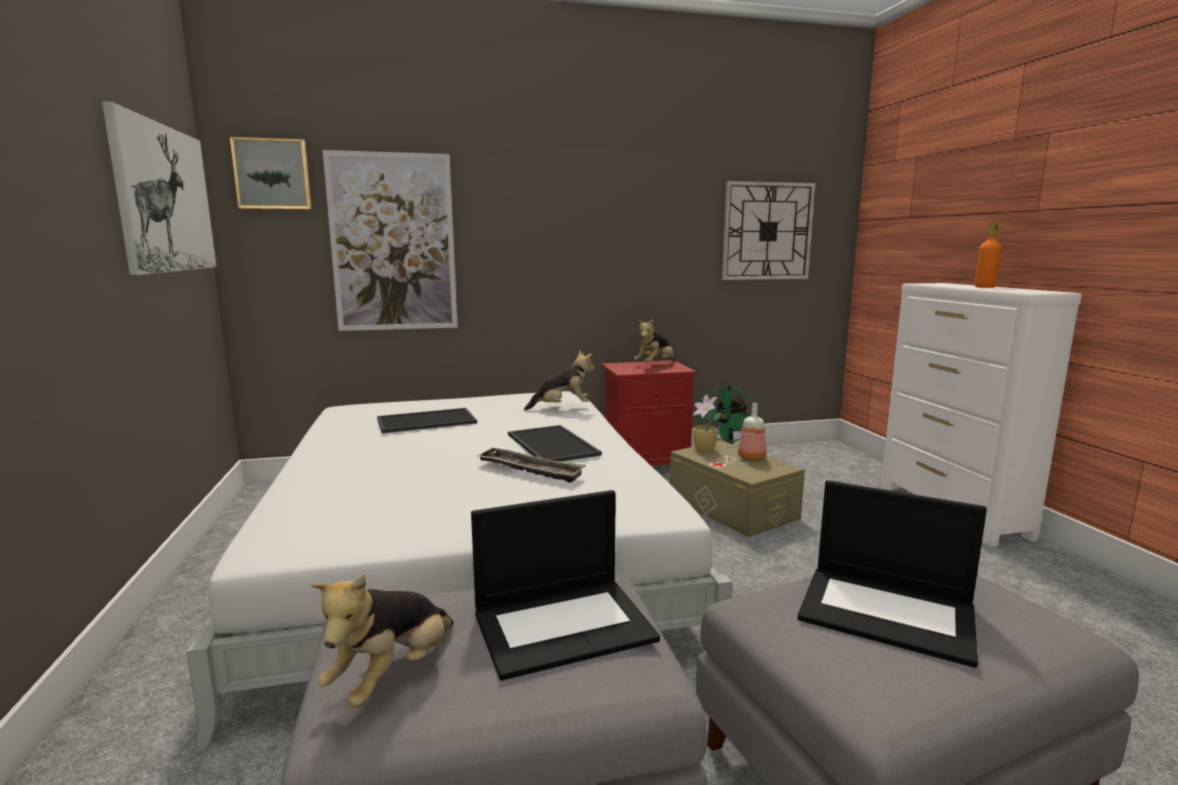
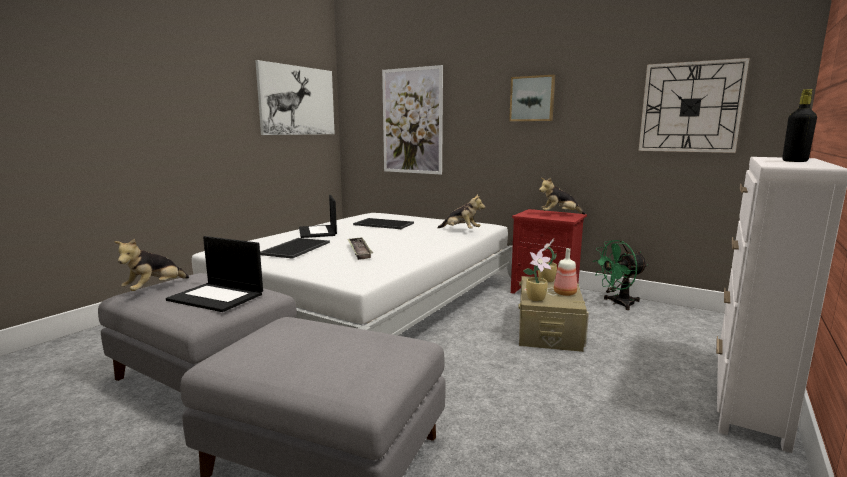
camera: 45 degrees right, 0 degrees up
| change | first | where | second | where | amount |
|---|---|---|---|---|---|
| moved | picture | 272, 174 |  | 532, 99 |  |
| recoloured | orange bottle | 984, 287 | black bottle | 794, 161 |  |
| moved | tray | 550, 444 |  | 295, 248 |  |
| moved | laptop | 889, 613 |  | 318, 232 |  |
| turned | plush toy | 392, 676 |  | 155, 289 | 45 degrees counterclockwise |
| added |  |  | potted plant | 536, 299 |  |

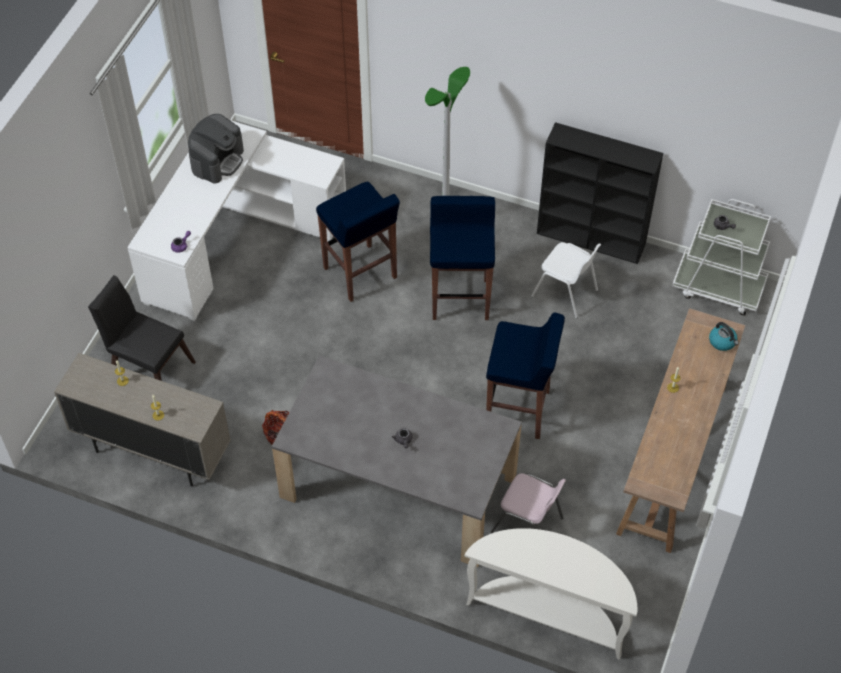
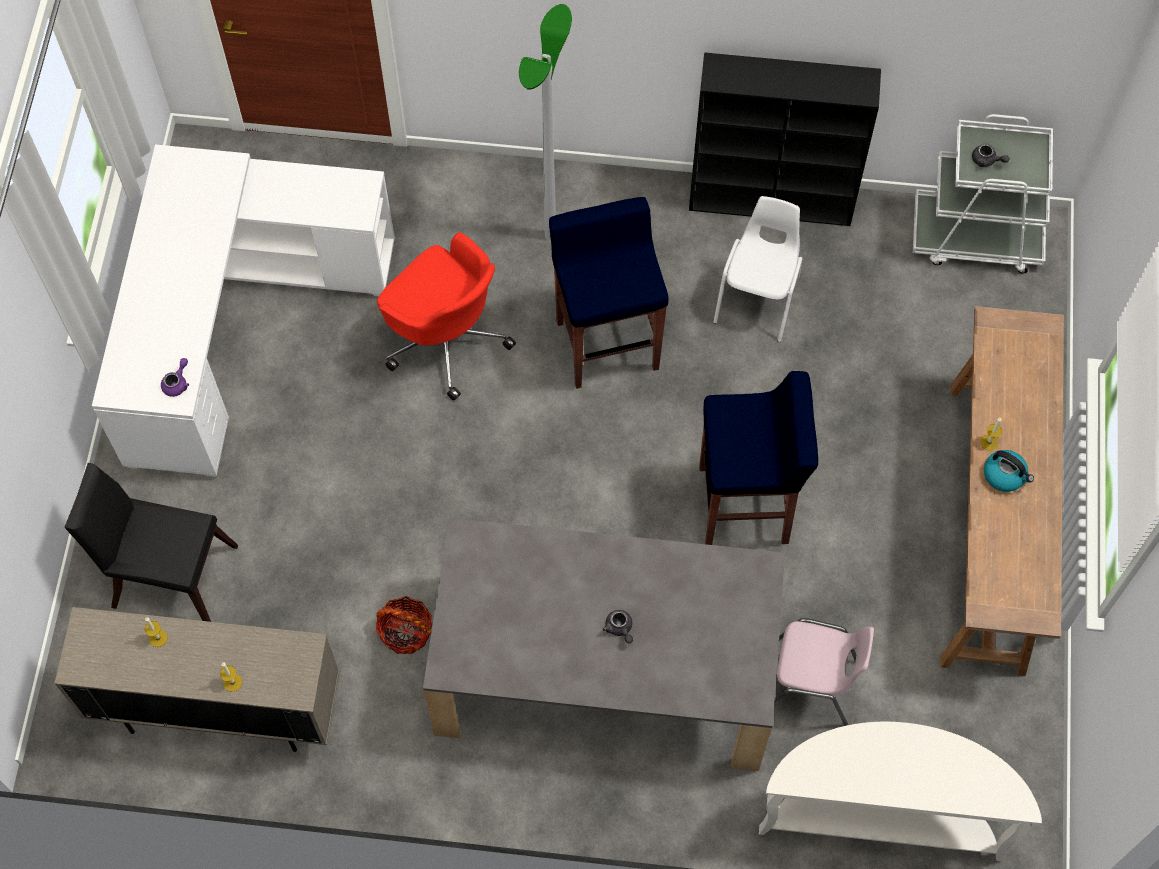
camera: 15 degrees left, 10 degrees up
| change | first | where | second | where | amount |
|---|---|---|---|---|---|
| removed | coffee machine | 217, 160 |  |  |  |
| replaced | blue stool | 360, 274 | red office chair | 445, 338 |  |
| turned | white chair | 565, 293 |  | 758, 299 | 90 degrees counterclockwise |
| moved | kettle | 722, 342 |  | 1005, 475 |  |

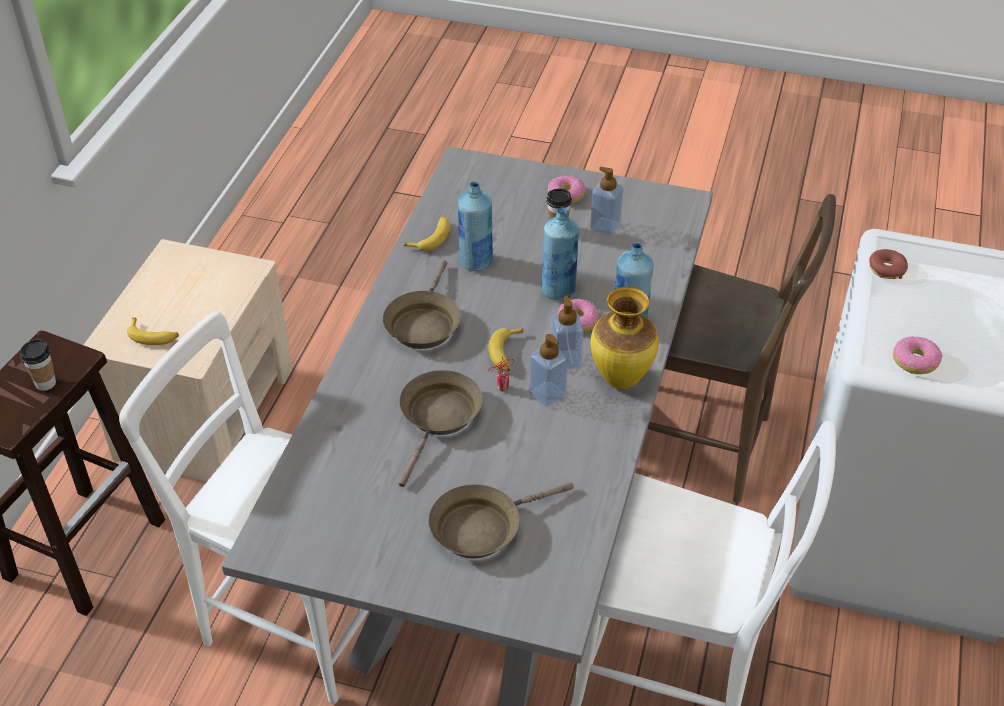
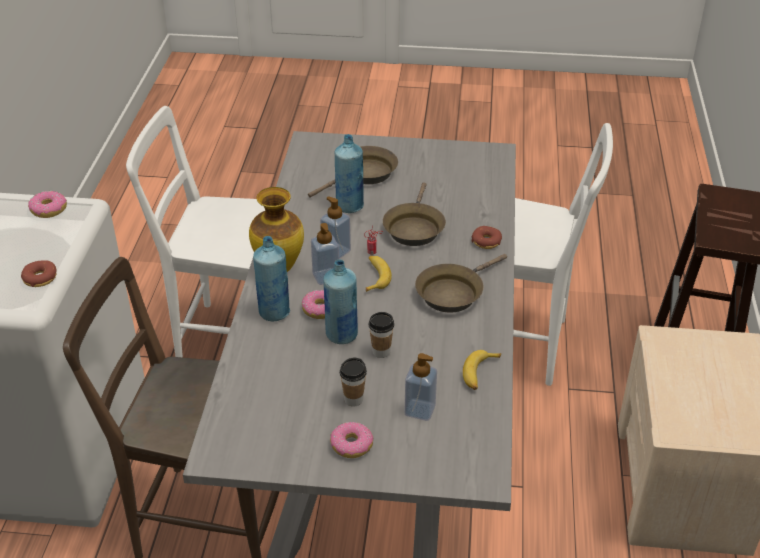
camera: 170 degrees right, 5 degrees down
| change | first | where | second | where | amount |
|---|---|---|---|---|---|
| moved | soap dispenser | 605, 227 |  | 420, 410 |  |
| moved | blue bottle | 475, 262 |  | 350, 206 |  |
| turned | brown frying pan | 423, 323 |  | 453, 292 | 135 degrees counterclockwise |
| removed | banana | 153, 336 |  |  |  |
| moved | cup | 45, 383 |  | 381, 352 |  |
| added |  |  | donut | 486, 241 |  |

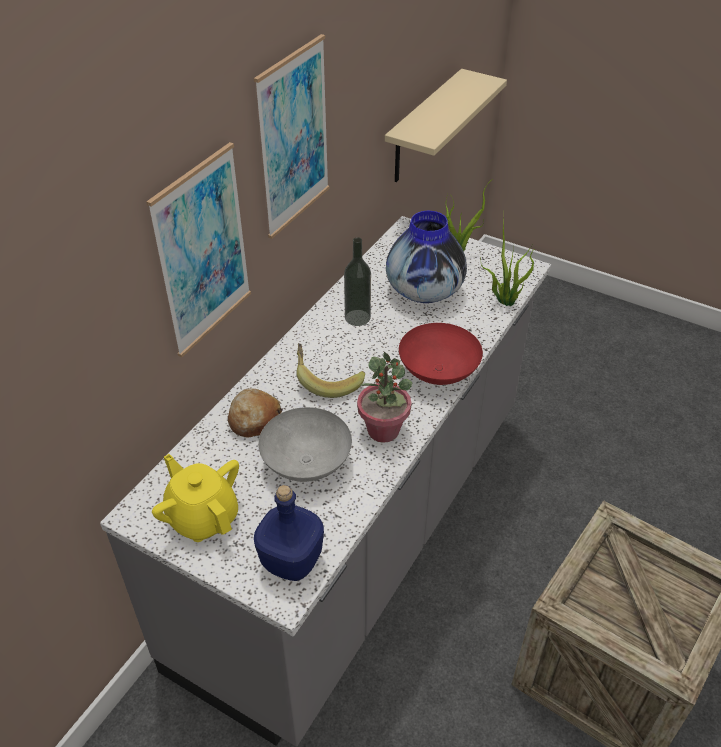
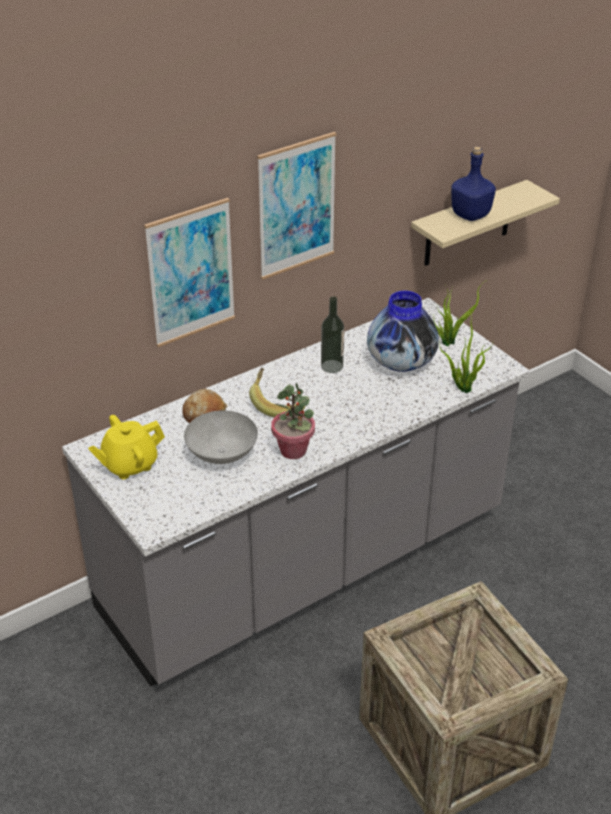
camera: 25 degrees right, 5 degrees down
| change | first | where | second | where | amount |
|---|---|---|---|---|---|
| removed | red bowl | 437, 372 |  |  |  |
| turned | yellow teapot | 203, 517 |  | 129, 464 | 105 degrees counterclockwise |
| moved | blue bottle | 292, 560 |  | 471, 214 |  |

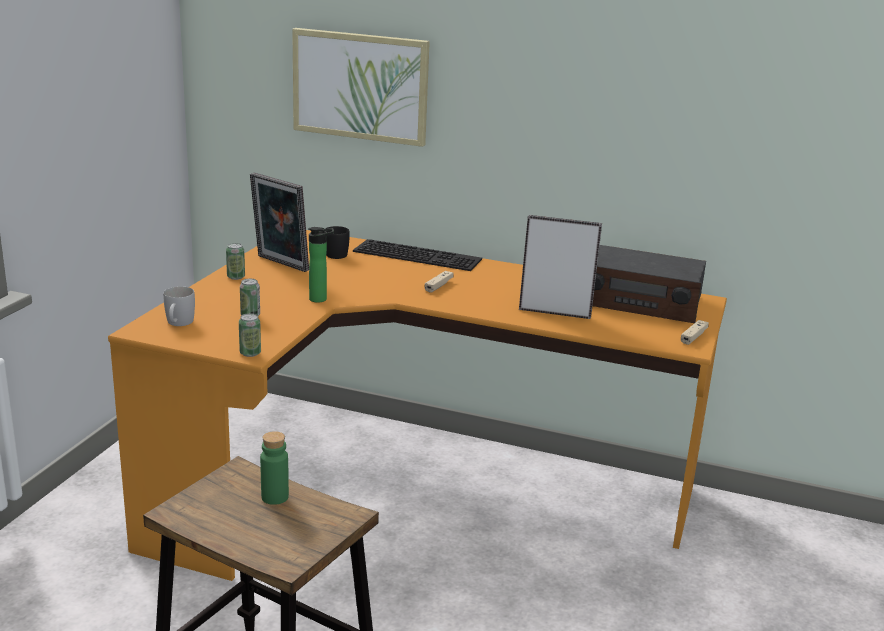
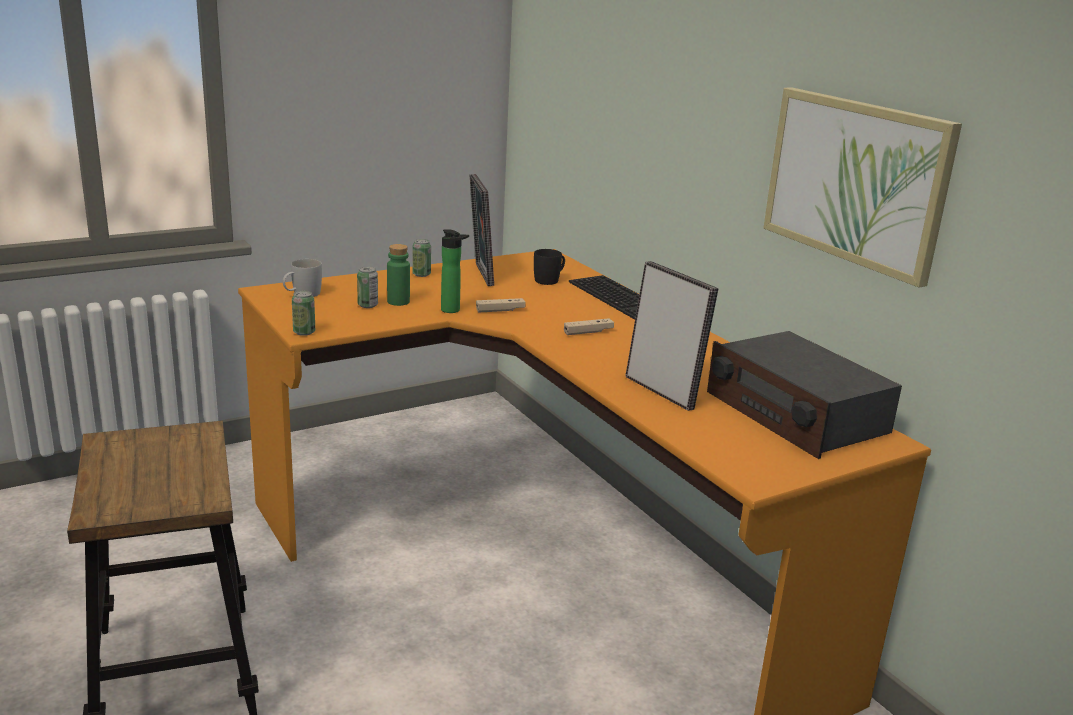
camera: 40 degrees right, 0 degrees up
| change | first | where | second | where | amount |
|---|---|---|---|---|---|
| moved | picture | 360, 86 |  | 856, 181 |  |
| moved | beige game controller | 693, 337 |  | 500, 310 |  |
| moved | green bottle | 275, 497 |  | 398, 302 |  |

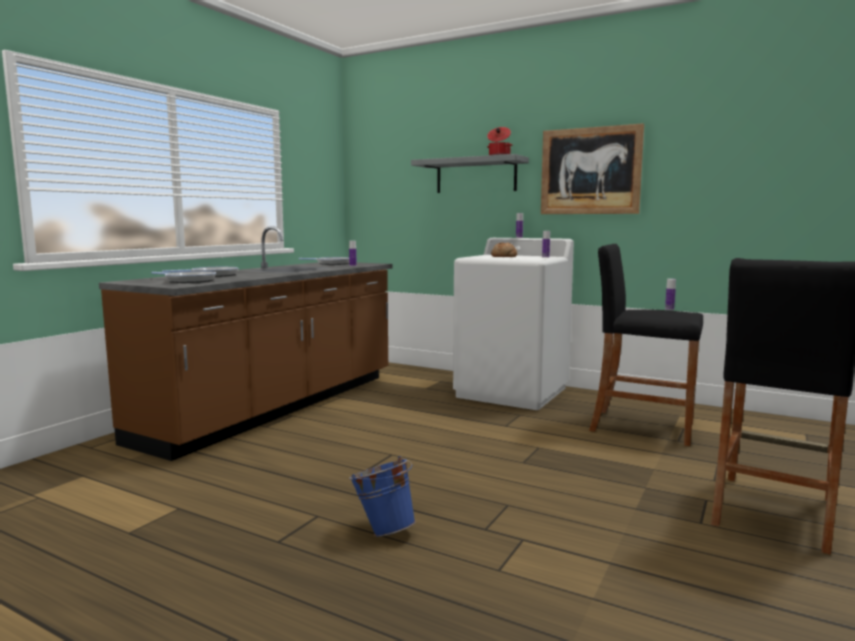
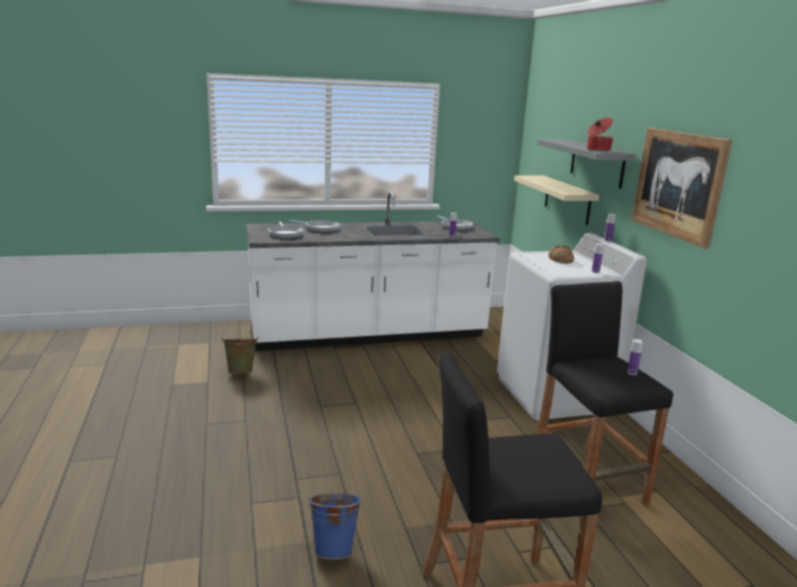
camera: 45 degrees right, 10 degrees up
| change | first | where | second | where | amount |
|---|---|---|---|---|---|
| recoloured | brown counter | 277, 407 | white counter | 368, 335 |  |
| moved | blue bucket | 383, 530 |  | 334, 548 |  |
| added |  |  | beige shelf | 567, 199 |  |
| added |  |  | green bucket | 241, 372 |  |

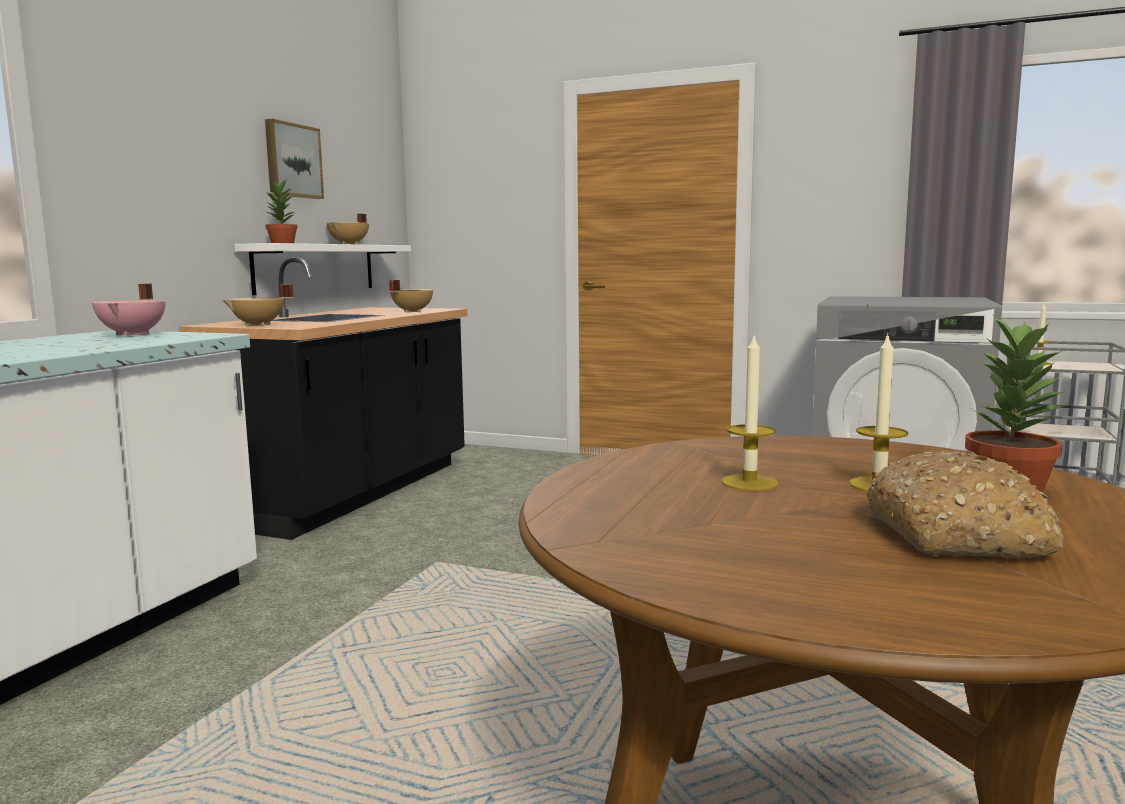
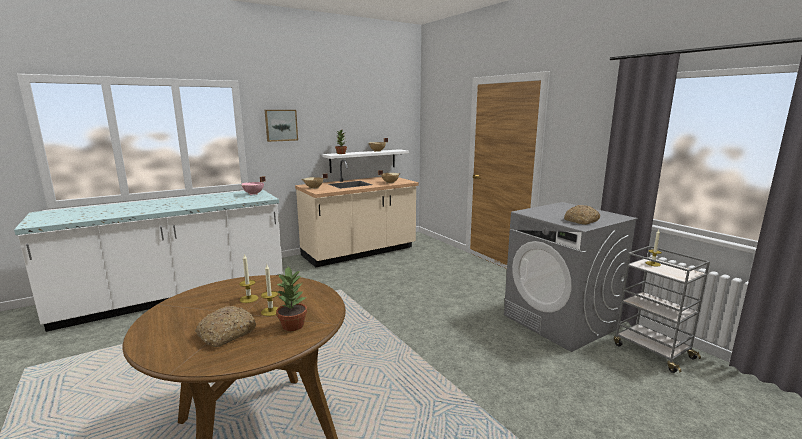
camera: 35 degrees right, 5 degrees up
| change | first | where | second | where | amount |
|---|---|---|---|---|---|
| moved | picture | 292, 161 |  | 281, 125 |  |
| recoloured | black counter | 351, 492 | beige counter | 359, 252 |  |
| added |  |  | bread | 581, 221 |  |

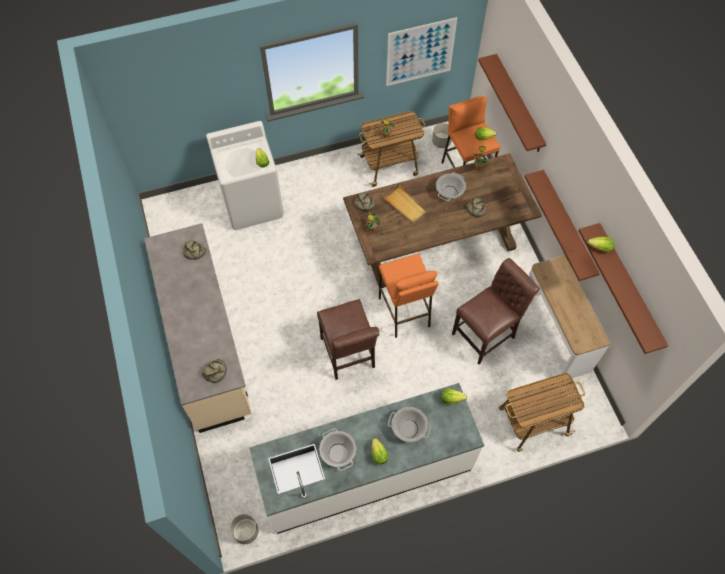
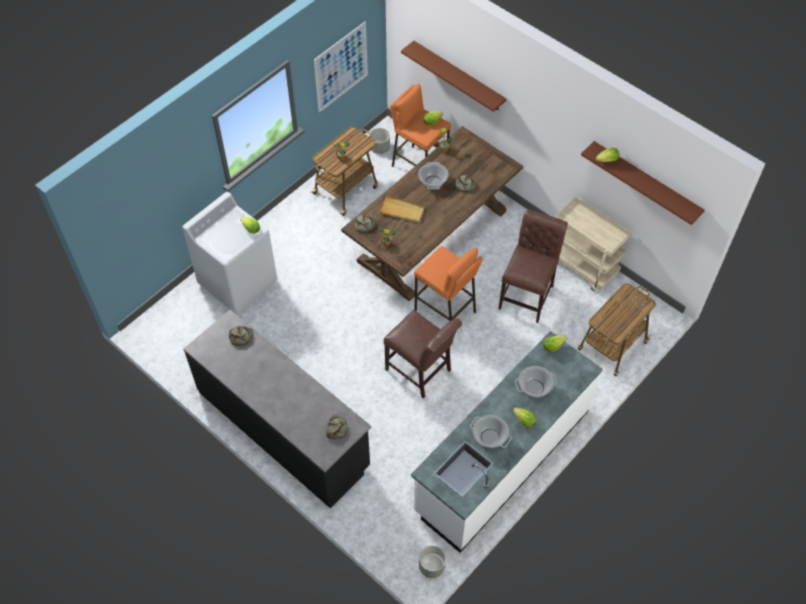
camera: 30 degrees left, 5 degrees down
| change | first | where | second | where | amount |
|---|---|---|---|---|---|
| removed | brown shelf | 568, 225 |  |  |  |
| recoloured | beige counter | 208, 345 | black counter | 283, 428 |  |
| replaced | console table | 554, 334 | beige cart | 583, 266 |  |

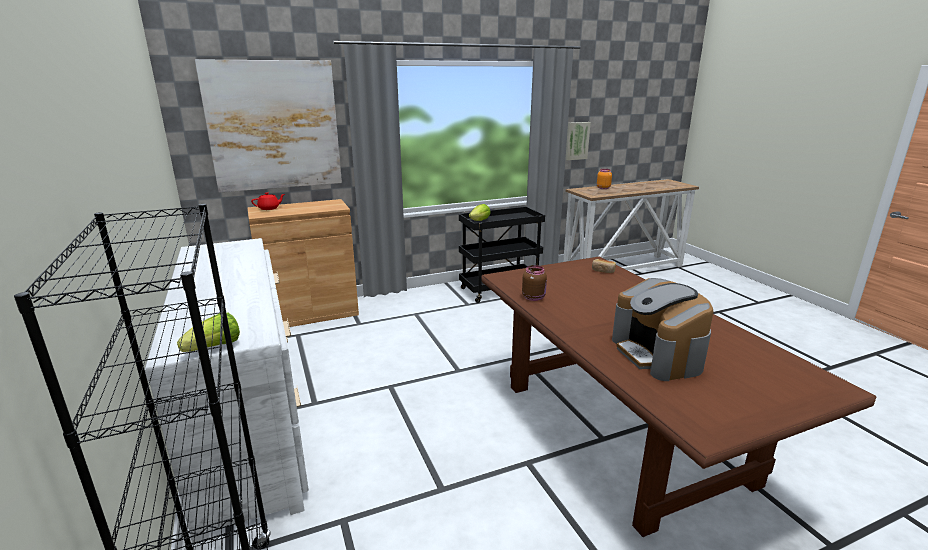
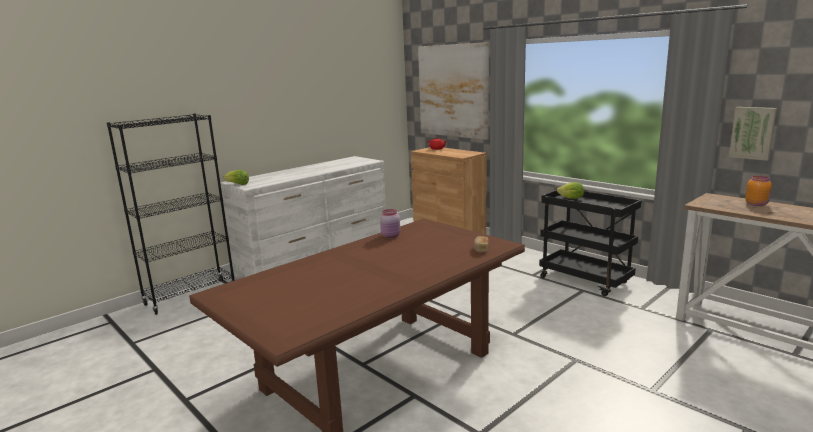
camera: 70 degrees right, 5 degrees down
| change | first | where | second | where | amount |
|---|---|---|---|---|---|
| recoloured | brown jar | 534, 297 | pink jar | 391, 236 |  |
| removed | coffee machine | 658, 354 |  |  |  |

